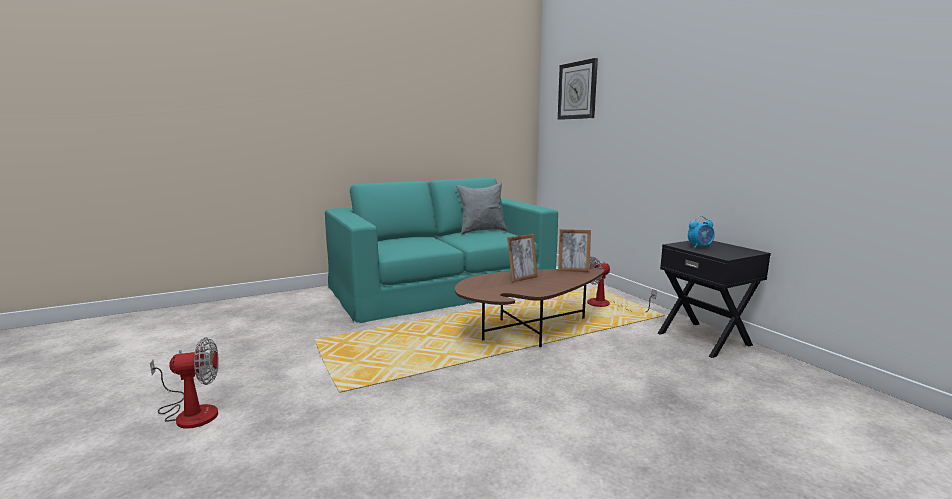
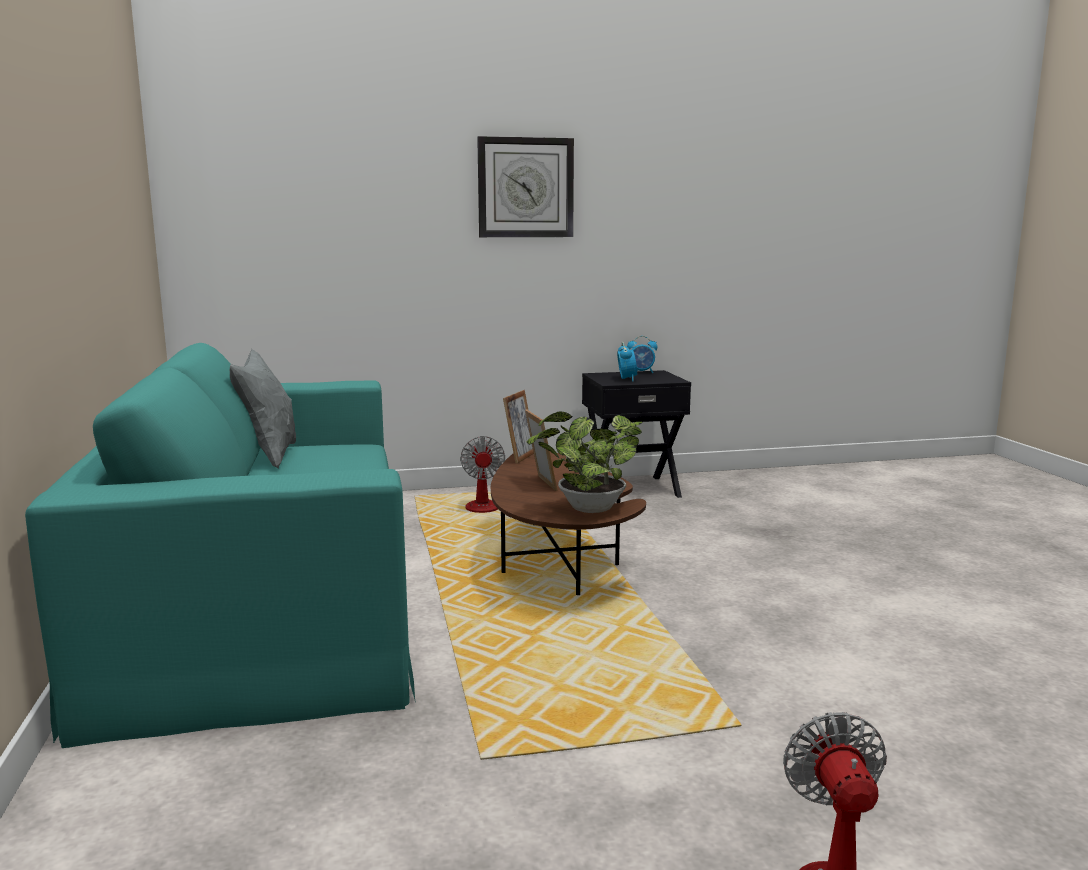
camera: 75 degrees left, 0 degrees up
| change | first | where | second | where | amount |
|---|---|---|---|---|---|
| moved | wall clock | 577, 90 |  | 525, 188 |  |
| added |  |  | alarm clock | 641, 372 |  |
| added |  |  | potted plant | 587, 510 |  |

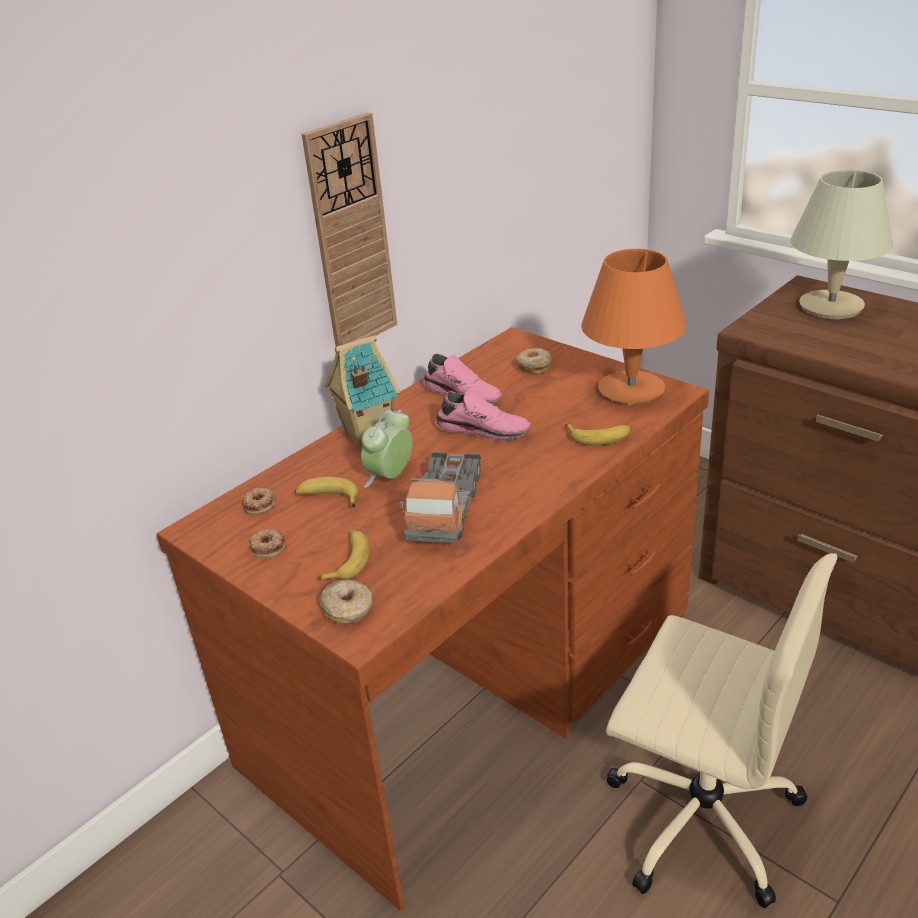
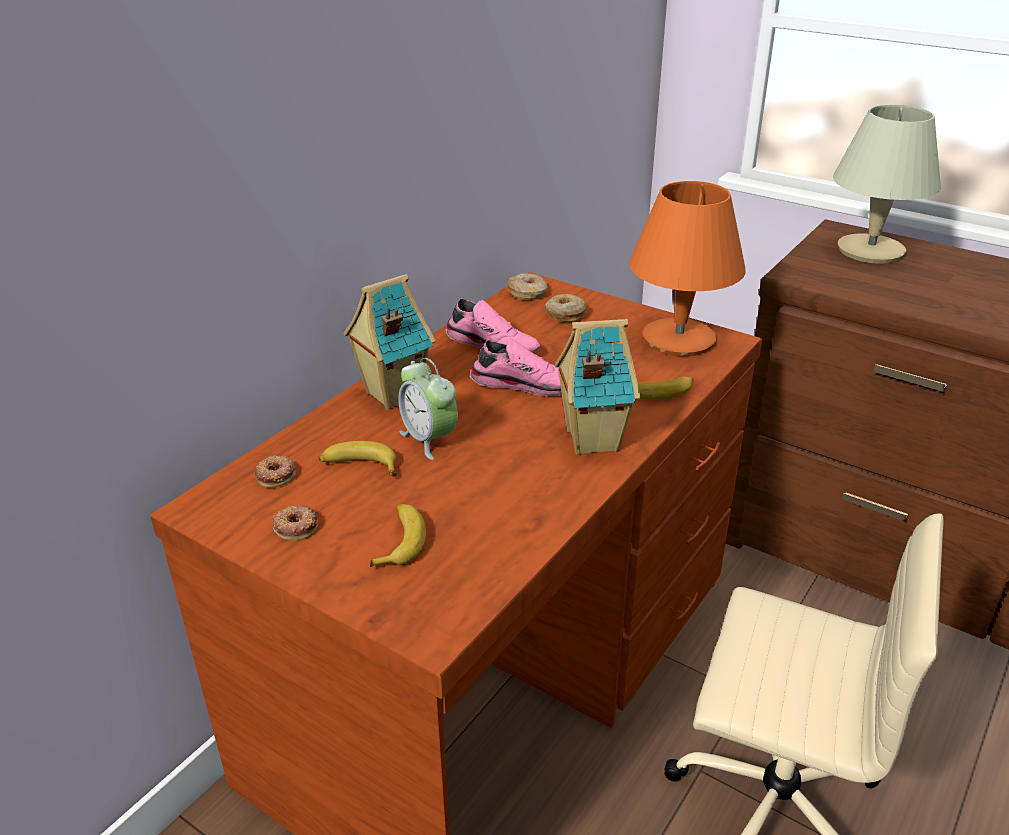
camera: 10 degrees left, 0 degrees up
| change | first | where | second | where | amount |
|---|---|---|---|---|---|
| removed | wall clock | 351, 236 |  |  |  |
| turned | alarm clock | 390, 477 |  | 429, 439 | 60 degrees counterclockwise |
| removed | toy truck | 445, 508 |  |  |  |
| moved | donut | 348, 609 |  | 527, 293 |  |
| added |  |  | toy house | 590, 440 |  |

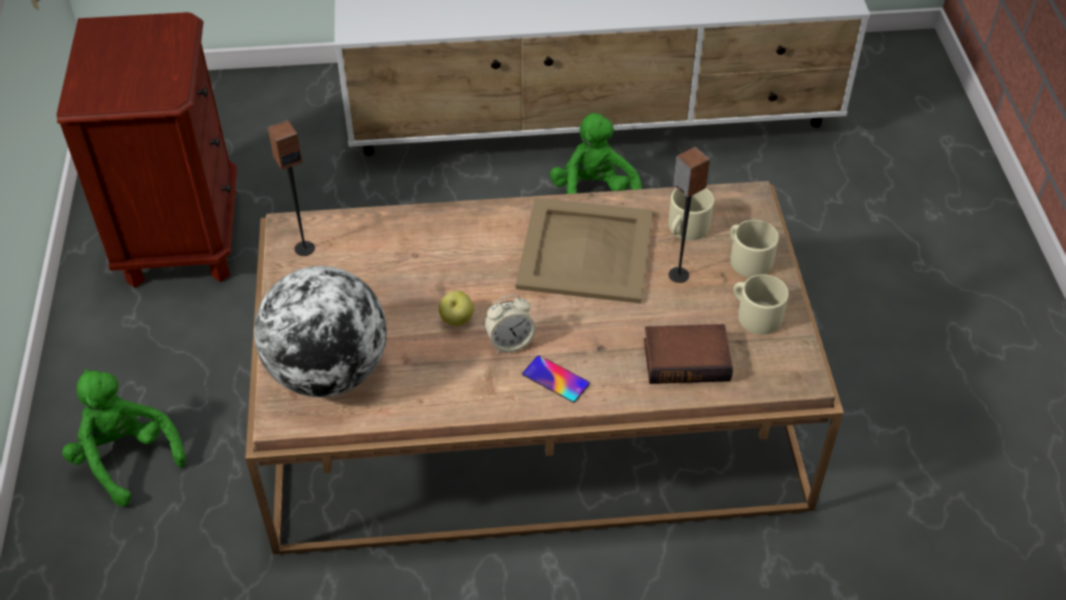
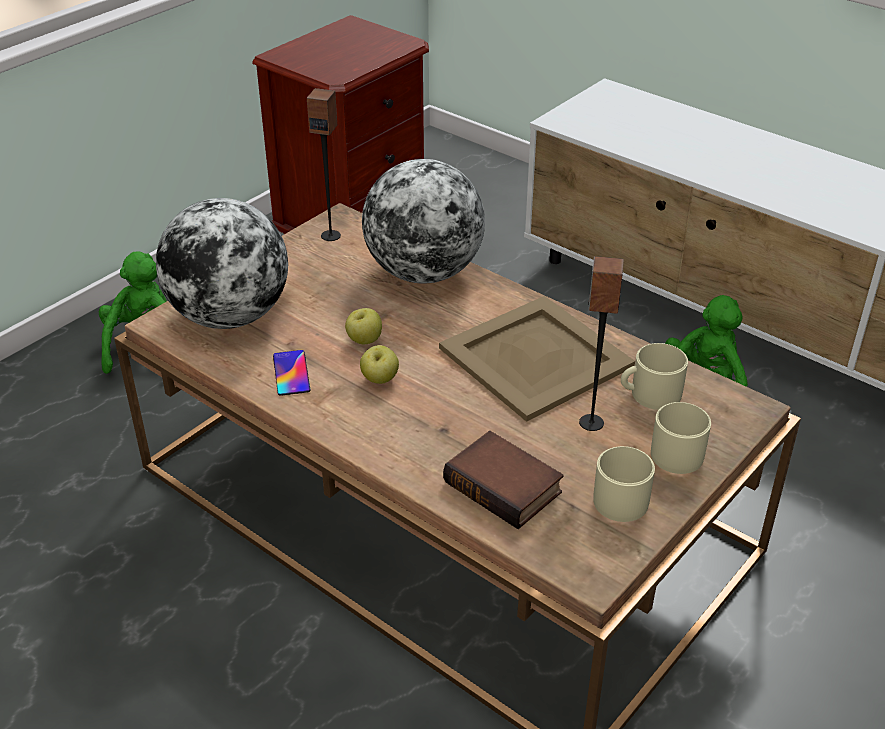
camera: 45 degrees right, 10 degrees down
| change | first | where | second | where | amount |
|---|---|---|---|---|---|
| replaced | alarm clock | 510, 342 | apple | 380, 379 |  |
| moved | phone | 555, 379 |  | 291, 373 |  |
| added |  |  | globe | 424, 273 |  |

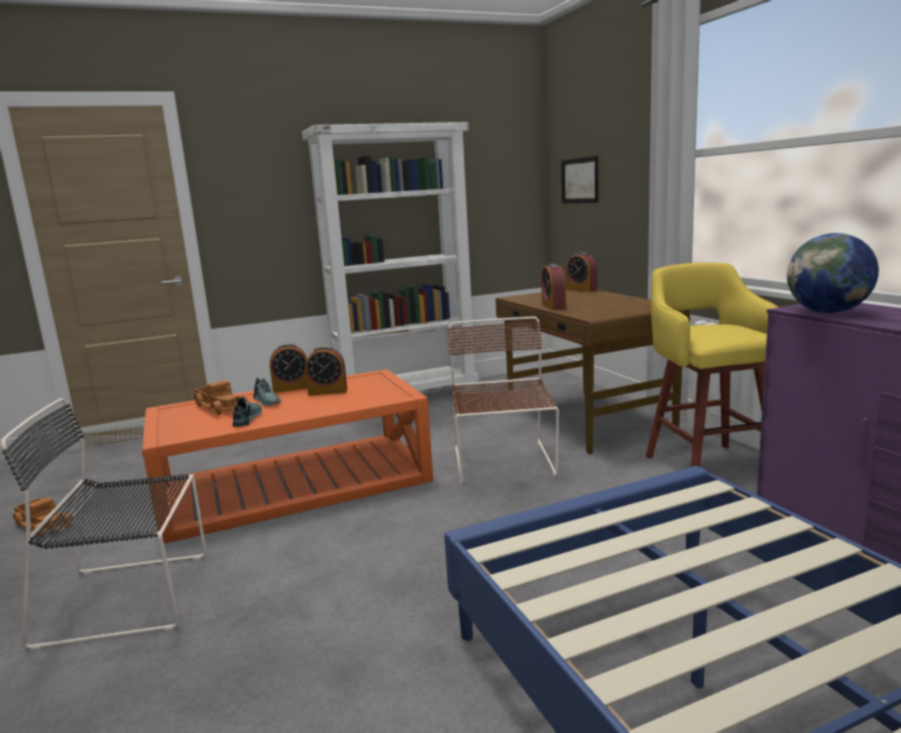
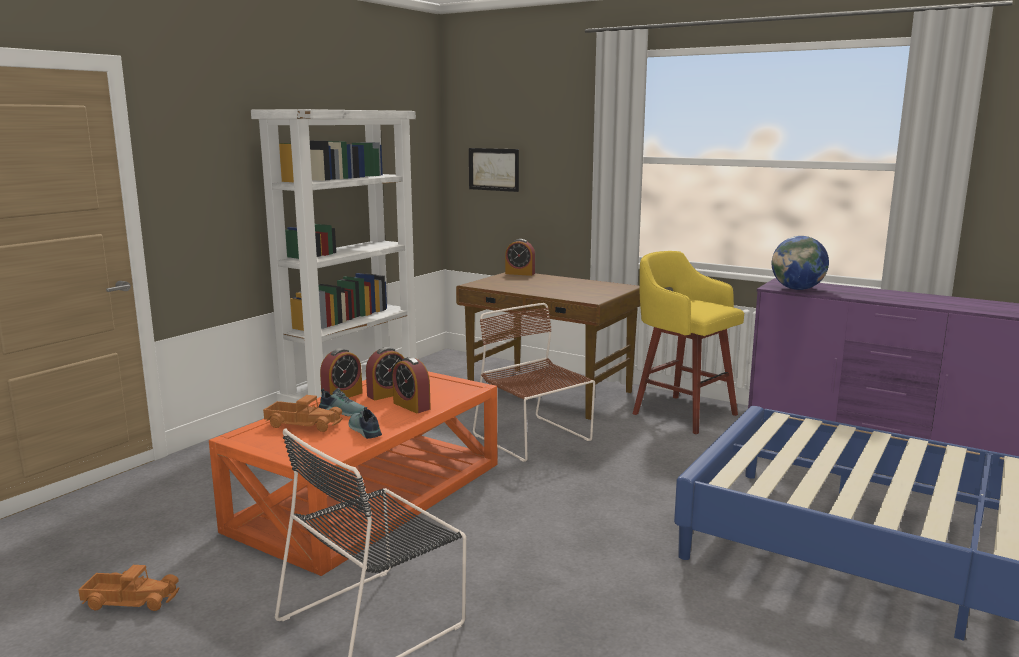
camera: 35 degrees left, 0 degrees up
| change | first | where | second | where | amount |
|---|---|---|---|---|---|
| moved | alarm clock | 553, 306 |  | 411, 406 |  |

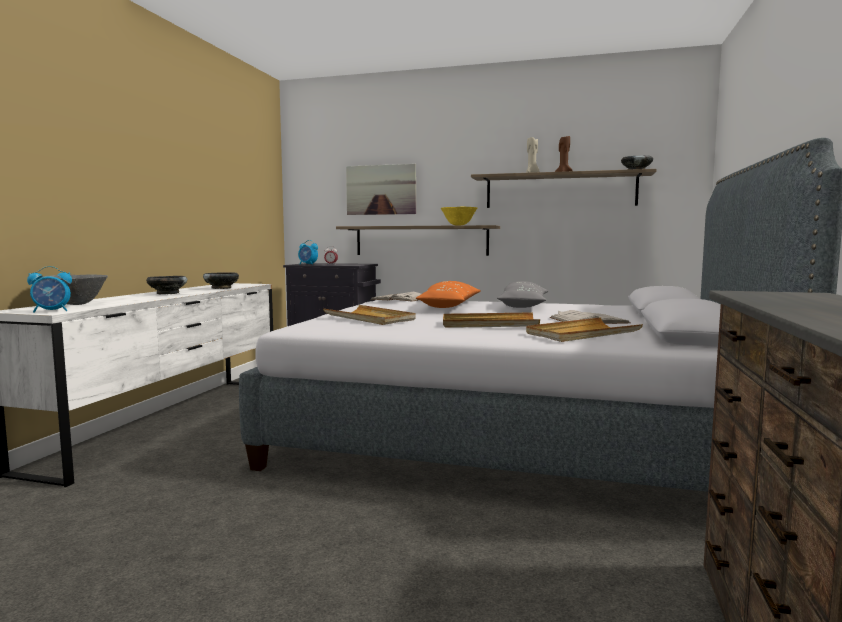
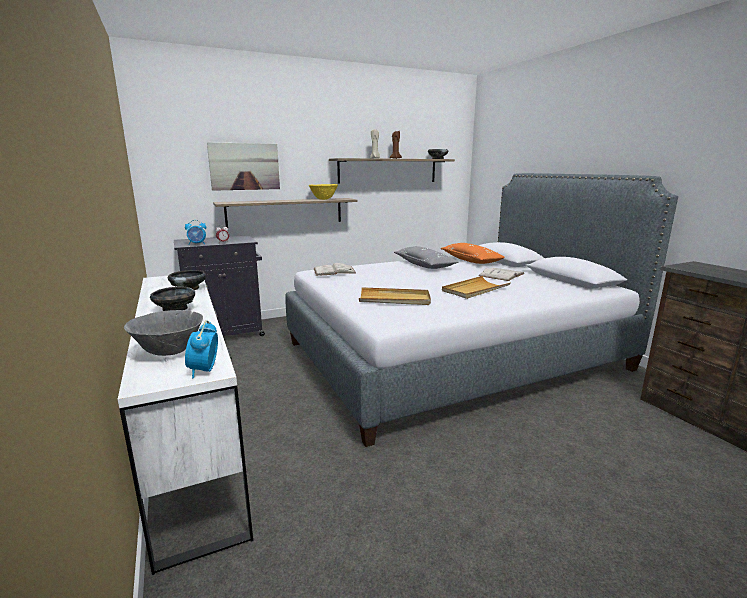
camera: 40 degrees left, 10 degrees up
| change | first | where | second | where | amount |
|---|---|---|---|---|---|
| turned | alarm clock | 52, 311 |  | 204, 371 | 150 degrees clockwise |
| moved | orange pillow | 450, 306 |  | 471, 260 |  |
| removed | beige tray | 582, 334 |  |  |  |

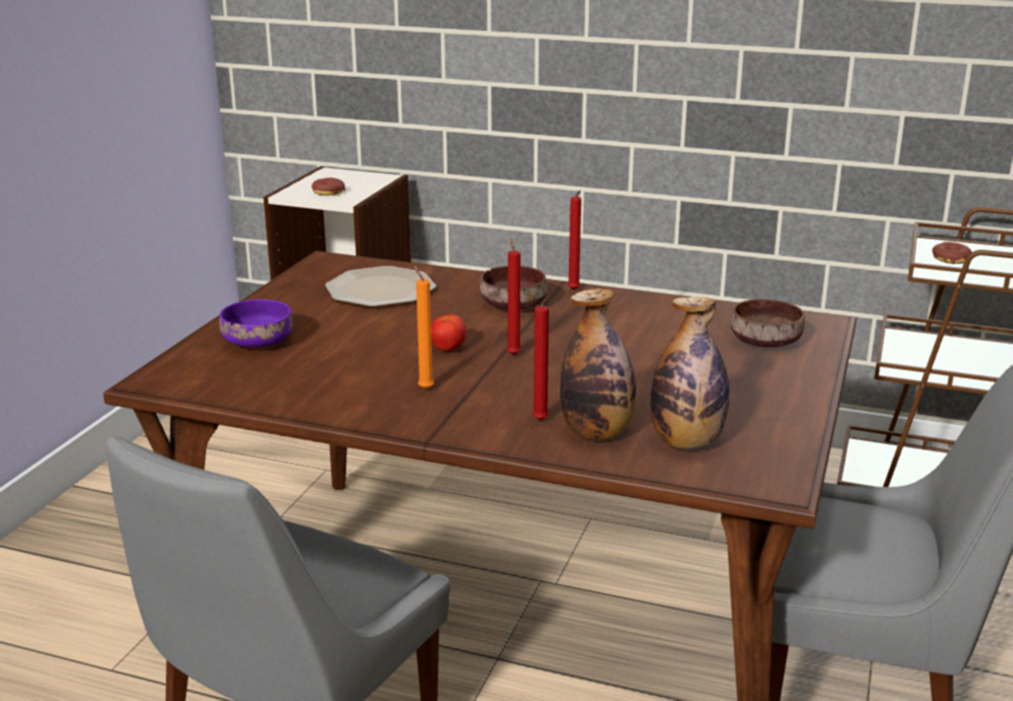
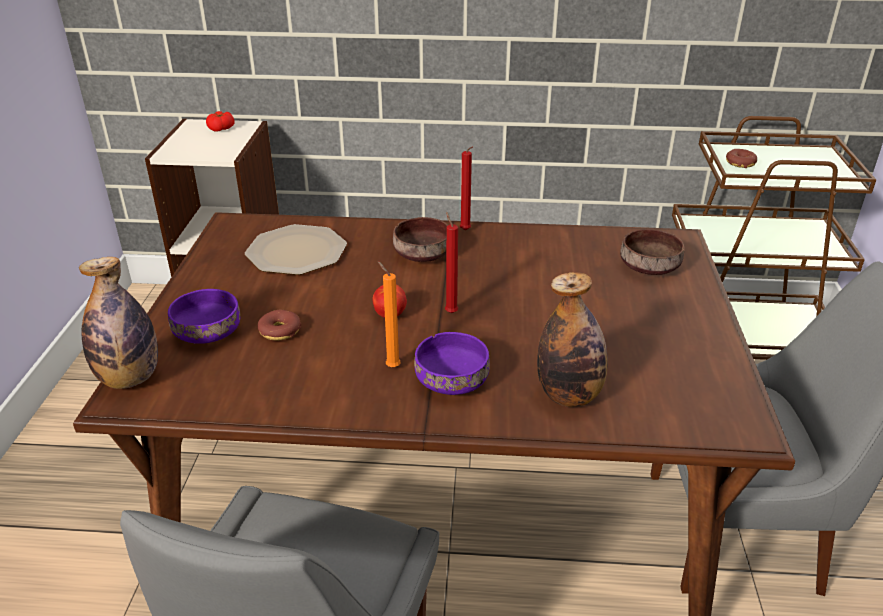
camera: 15 degrees left, 10 degrees up
| change | first | where | second | where | amount |
|---|---|---|---|---|---|
| moved | donut | 328, 192 |  | 279, 331 |  |
| moved | bottle | 686, 442 |  | 130, 378 |  |
| removed | red candle | 540, 422 |  |  |  |
| added |  |  | tomato | 221, 128 |  |
| added |  |  | purple bowl | 452, 381 |  |

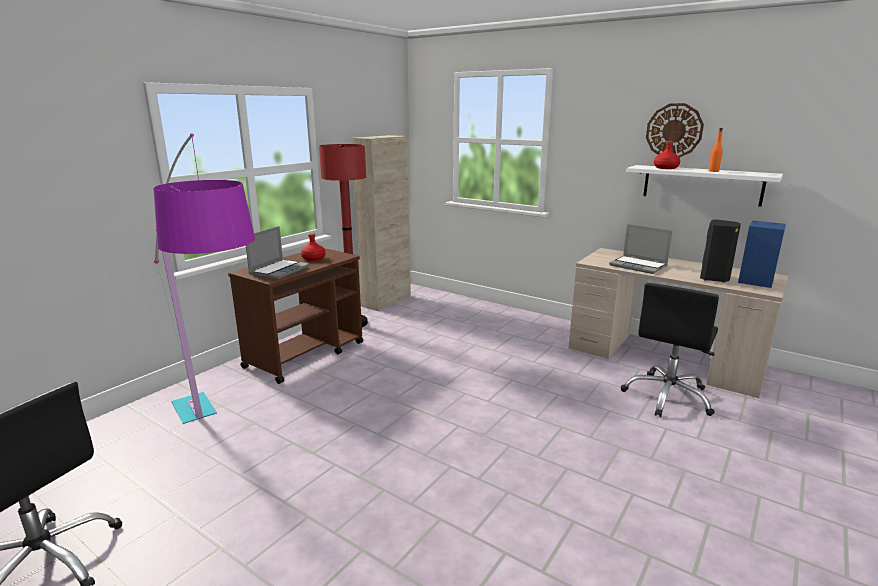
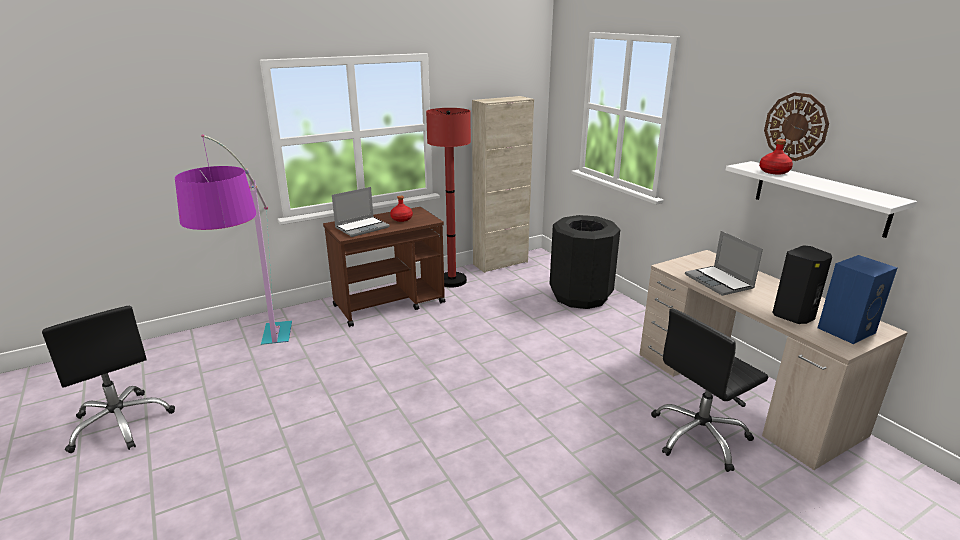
camera: 25 degrees right, 5 degrees up
| change | first | where | second | where | amount |
|---|---|---|---|---|---|
| removed | orange bottle | 713, 171 |  |  |  |
| added |  |  | black trash can | 580, 296 |  |

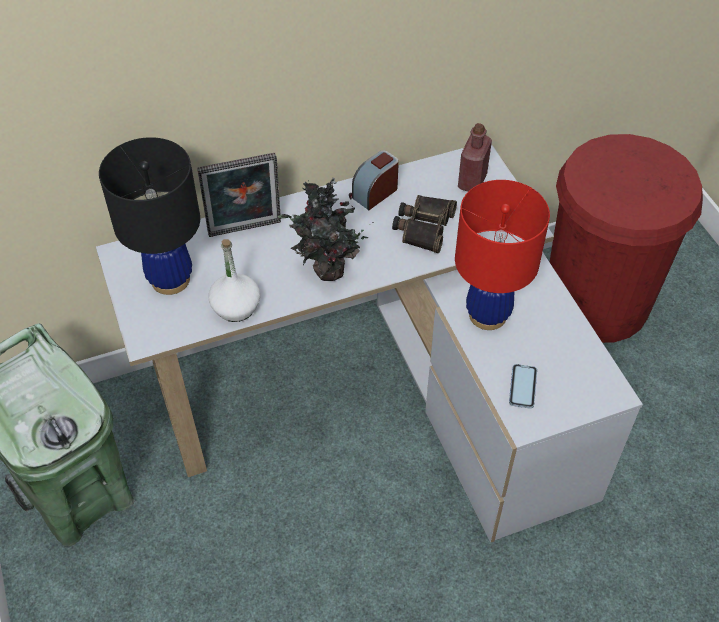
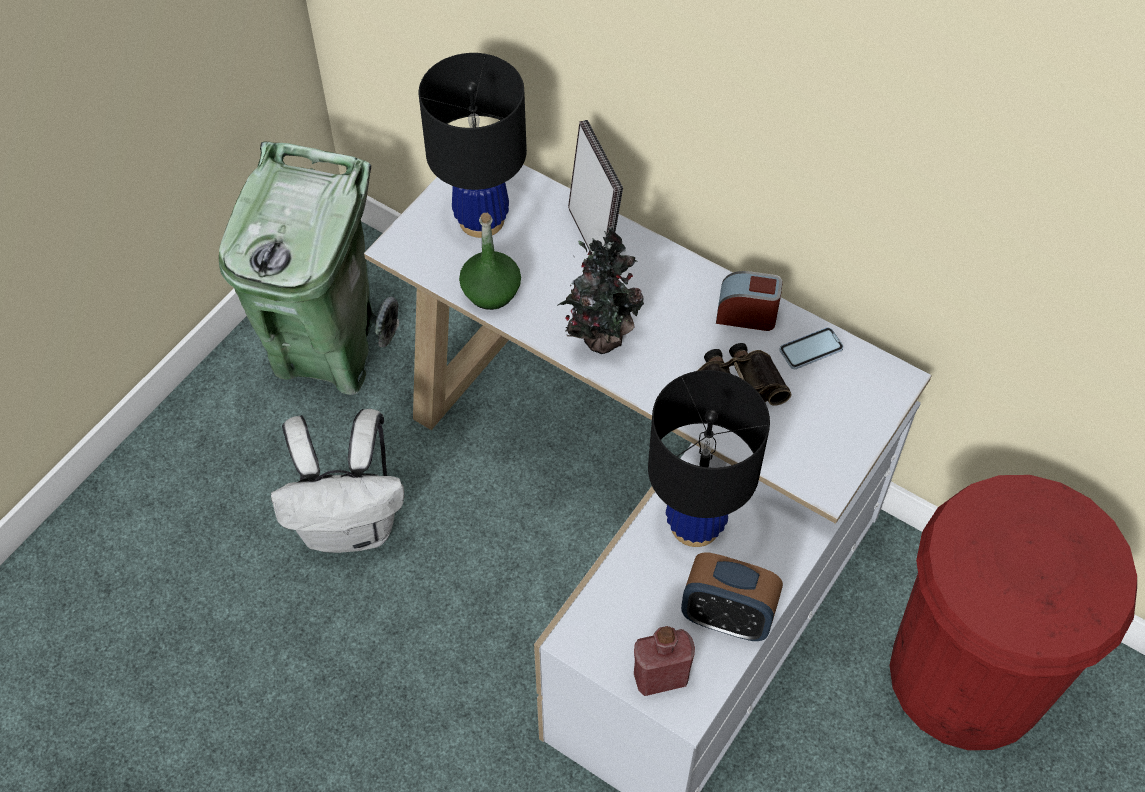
camera: 55 degrees right, 5 degrees up
| change | first | where | second | where | amount |
|---|---|---|---|---|---|
| moved | red bottle | 472, 181 |  | 660, 677 |  |
| turned | picture frame | 245, 231 |  | 593, 238 | 150 degrees counterclockwise |
| recoloured | red table lamp | 487, 315 | black table lamp | 694, 524 |  |
| recoloured | white bottle | 236, 307 | green bottle | 491, 292 |  |
| moved | phone | 522, 387 |  | 811, 349 |  |
| added |  |  | white backpack | 351, 526 |  |
| added |  |  | alarm clock | 727, 617 |  |

